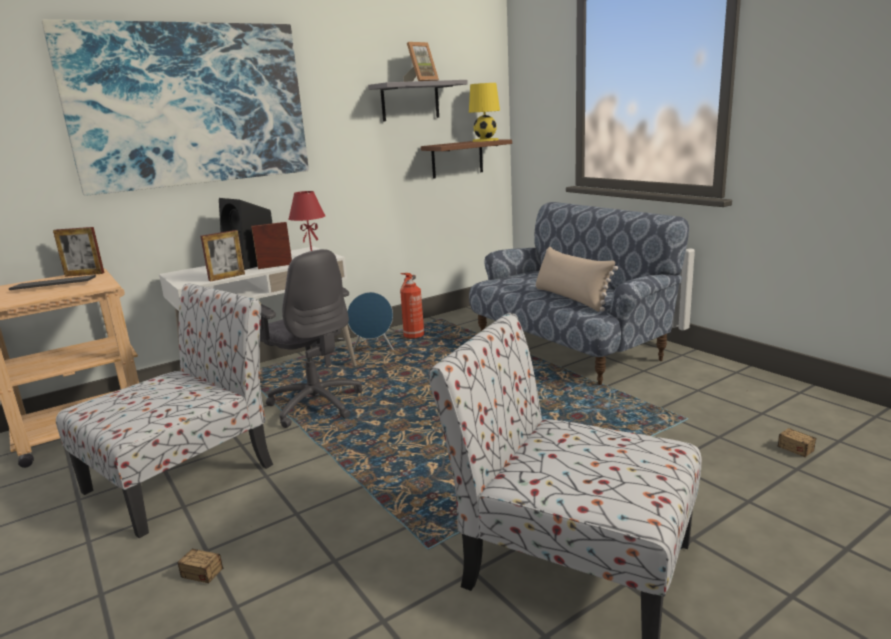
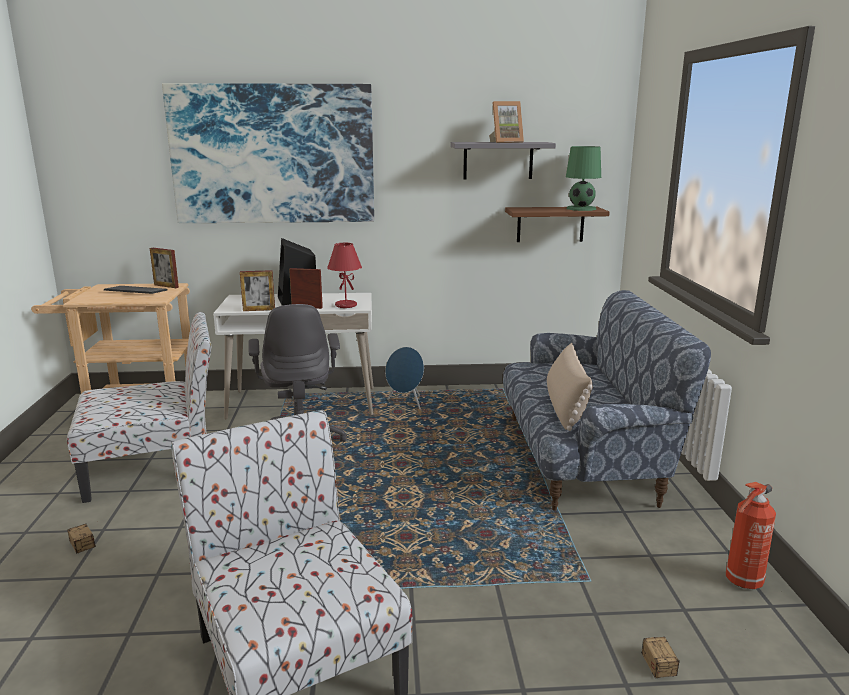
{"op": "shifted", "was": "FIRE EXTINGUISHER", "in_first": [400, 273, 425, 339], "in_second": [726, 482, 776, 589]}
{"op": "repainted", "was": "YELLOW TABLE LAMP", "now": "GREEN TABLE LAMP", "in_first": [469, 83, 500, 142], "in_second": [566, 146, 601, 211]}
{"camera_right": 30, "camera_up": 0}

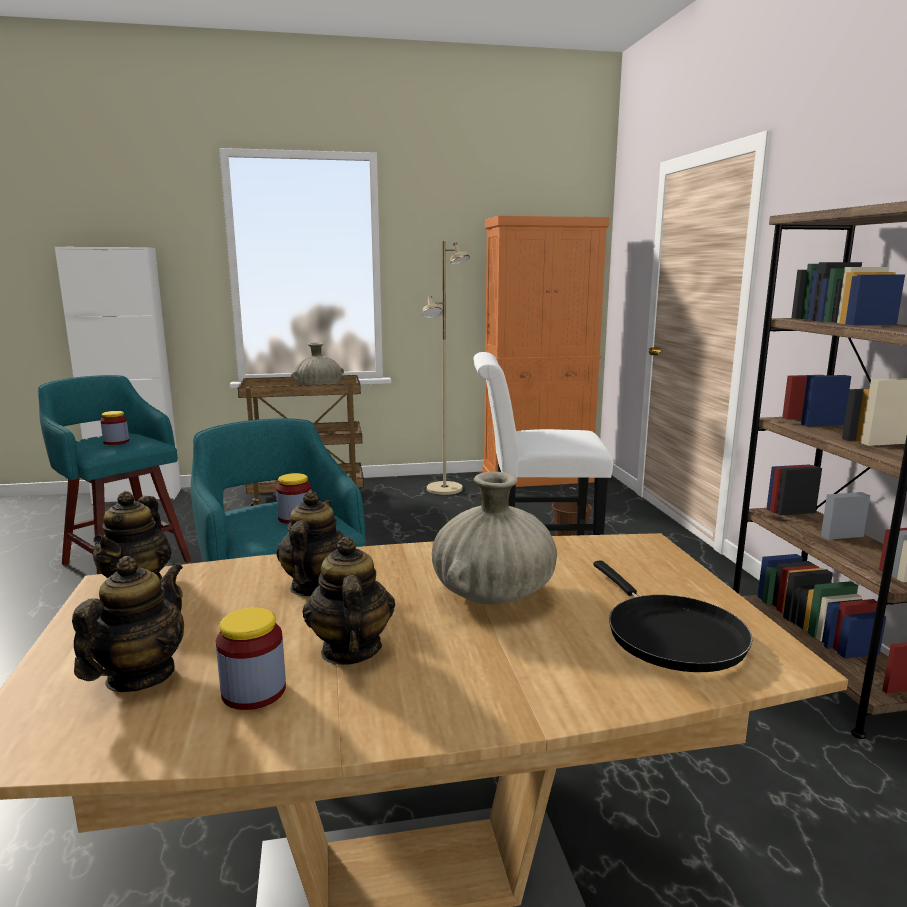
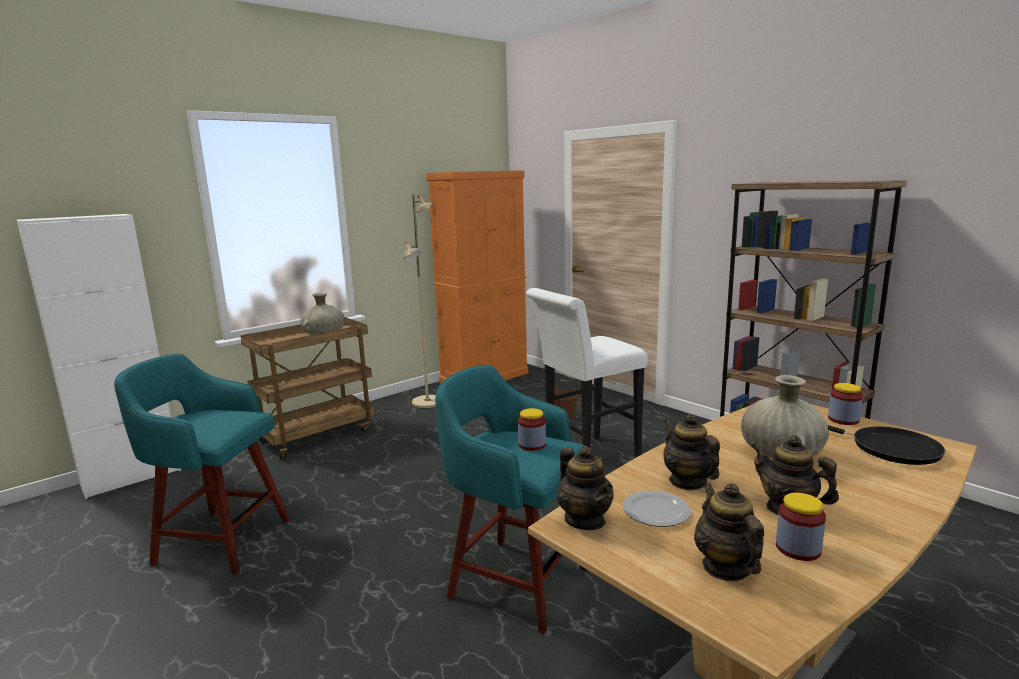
{"op": "shifted", "was": "JAR", "in_first": [100, 411, 129, 445], "in_second": [828, 383, 863, 425]}
{"op": "new", "now": "PLATE", "in_second": [623, 491, 691, 527]}
{"camera_right": -30, "camera_up": 0}

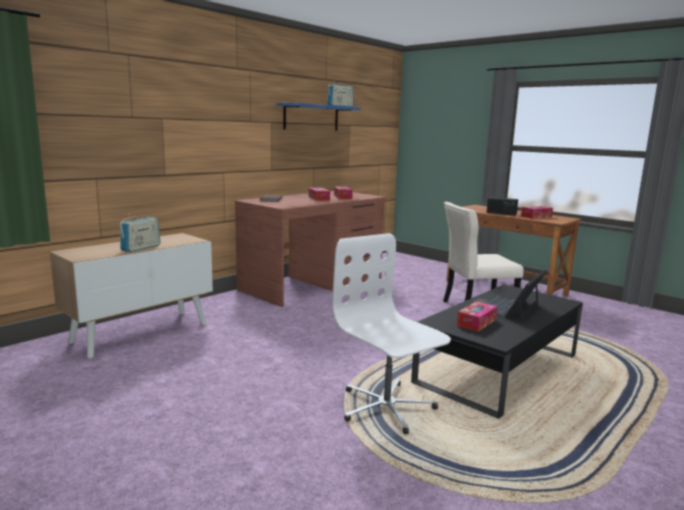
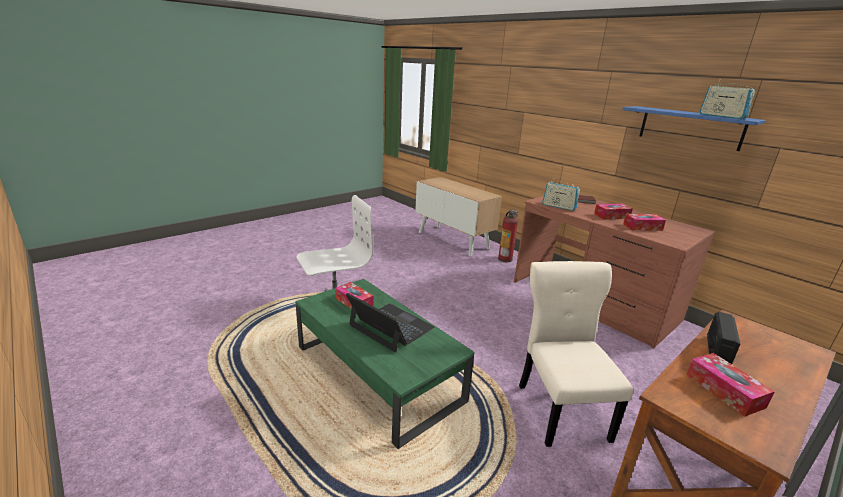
{"op": "shifted", "was": "RADIO", "in_first": [120, 215, 160, 252], "in_second": [542, 178, 580, 211]}
{"op": "repainted", "was": "BLACK COFFEE TABLE", "now": "GREEN COFFEE TABLE", "in_first": [411, 284, 583, 419], "in_second": [295, 279, 475, 449]}
{"op": "new", "now": "FIRE EXTINGUISHER", "in_second": [498, 210, 518, 262]}
{"camera_right": 95, "camera_up": 10}

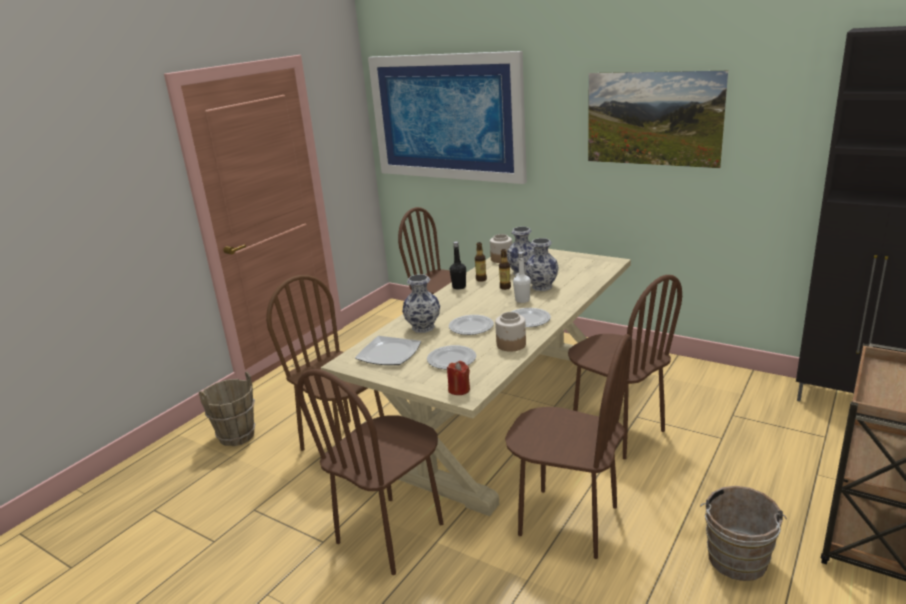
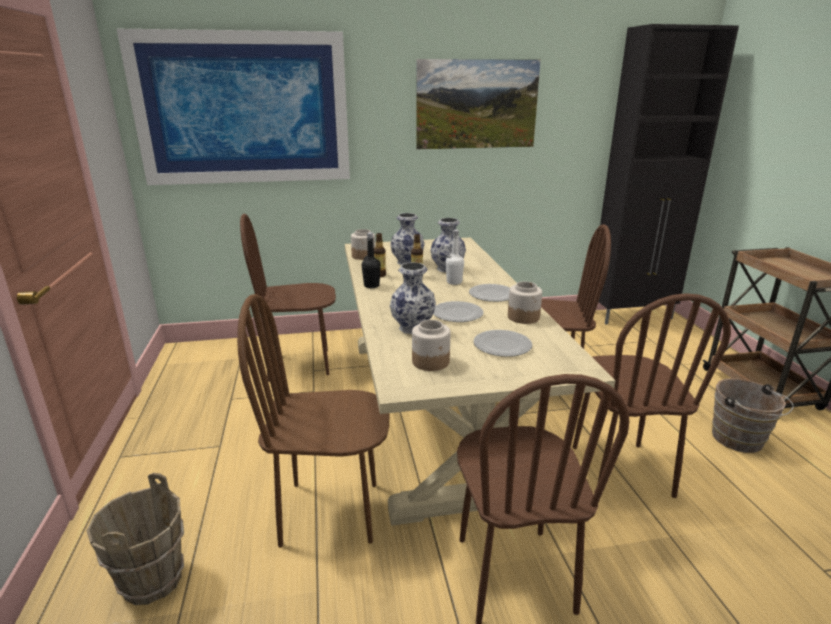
{"op": "swapped", "was": "PLATE", "now": "JAR", "in_first": [355, 336, 421, 365], "in_second": [412, 320, 451, 371]}
{"op": "gone", "was": "RED CANDLE", "in_first": [447, 361, 470, 395]}
{"op": "rotated", "was": "BROWN CHAIR", "in_first": [505, 334, 632, 559], "in_second": [573, 293, 731, 498], "clockwise": 105}
{"camera_right": -45, "camera_up": 0}

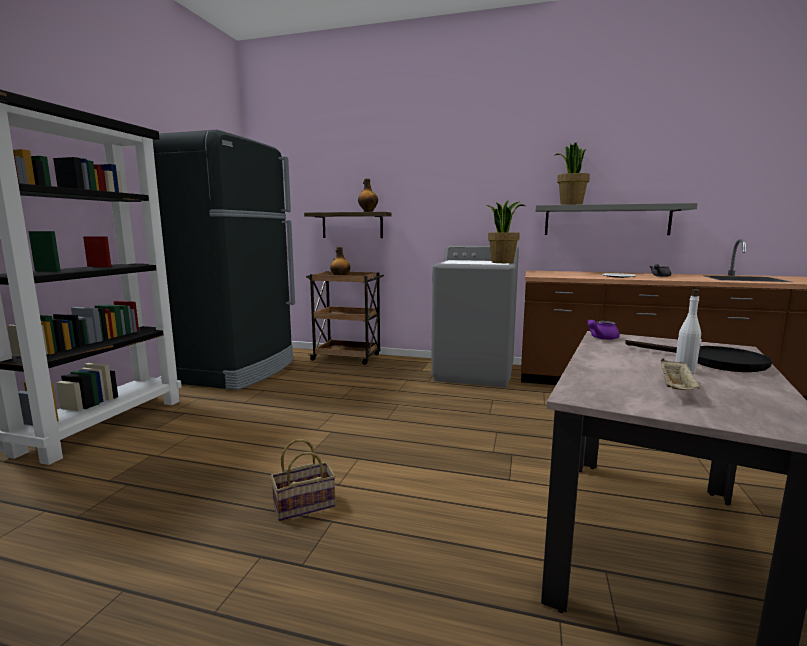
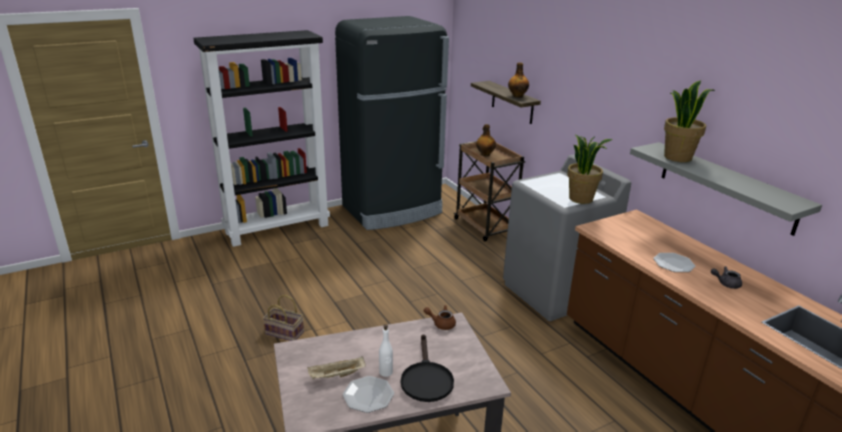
{"op": "repainted", "was": "PURPLE TEAPOT", "now": "BROWN TEAPOT", "in_first": [587, 320, 620, 340], "in_second": [424, 305, 456, 330]}
{"op": "new", "now": "PLATE", "in_second": [343, 376, 394, 413]}
{"camera_right": 45, "camera_up": 15}

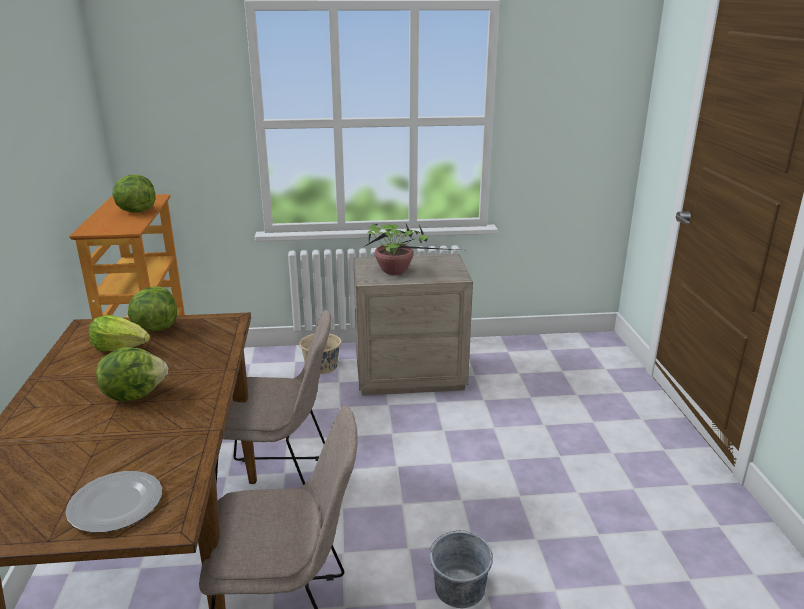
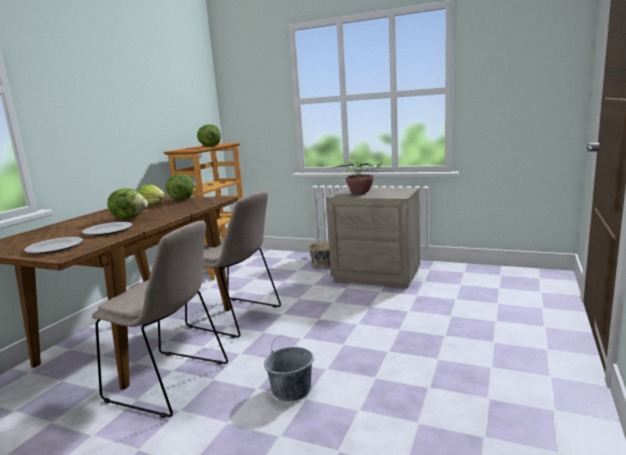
{"op": "new", "now": "PLATE", "in_second": [82, 222, 132, 236]}
{"camera_right": 30, "camera_up": -10}

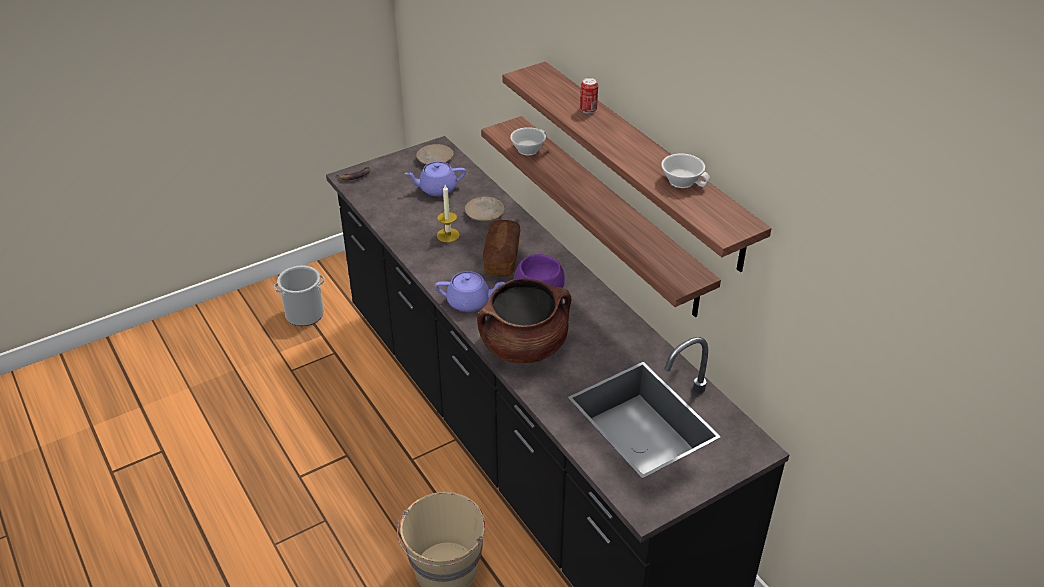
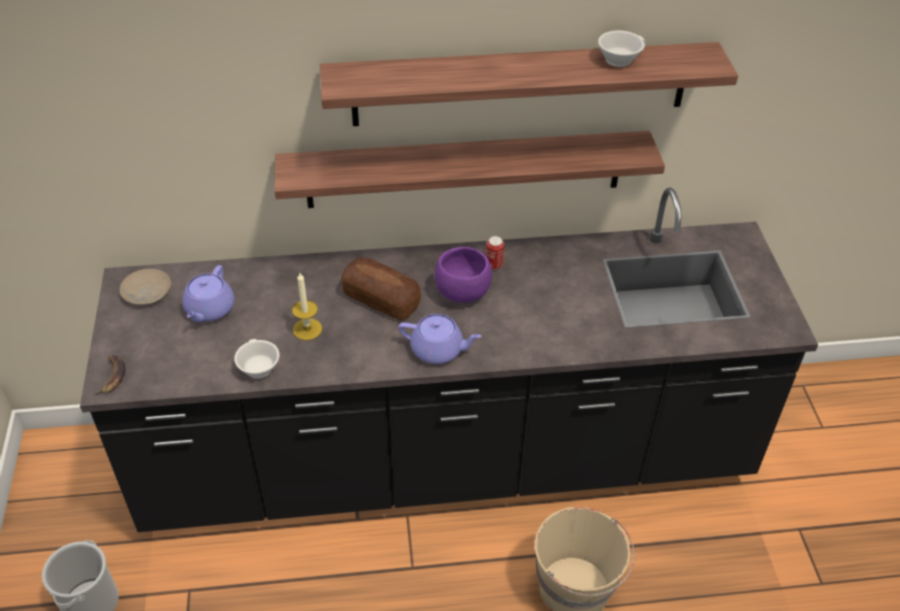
{"op": "rotated", "was": "PURPLE TEAPOT", "in_first": [435, 271, 505, 312], "in_second": [398, 314, 482, 364], "clockwise": 75}
{"op": "gone", "was": "BEIGE PLATE", "in_first": [465, 197, 504, 221]}
{"op": "gone", "was": "BROWN COOKING POT", "in_first": [477, 278, 571, 363]}
{"op": "shifted", "was": "WHITE CUP", "in_first": [510, 127, 547, 155], "in_second": [234, 339, 279, 379]}
{"op": "shifted", "was": "CAN", "in_first": [580, 78, 598, 114], "in_second": [486, 236, 504, 270]}
{"camera_right": -65, "camera_up": 5}

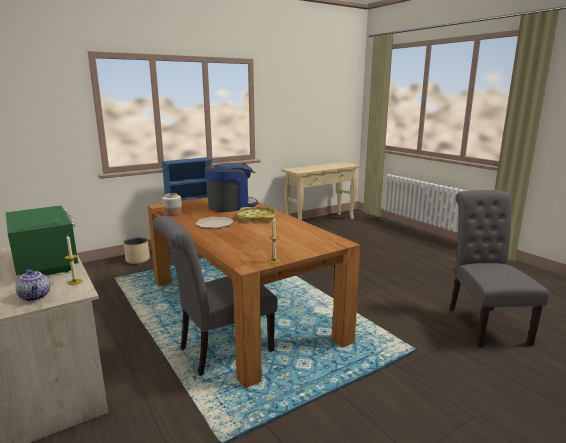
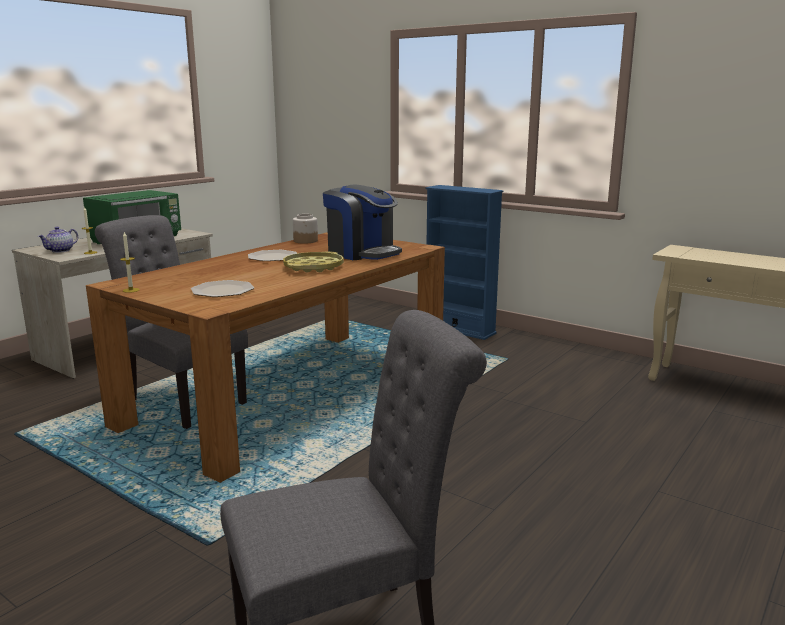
{"op": "gone", "was": "BEIGE PLANTER", "in_first": [124, 237, 150, 264]}
{"op": "new", "now": "PLATE", "in_second": [191, 280, 254, 297]}
{"camera_right": 70, "camera_up": 0}

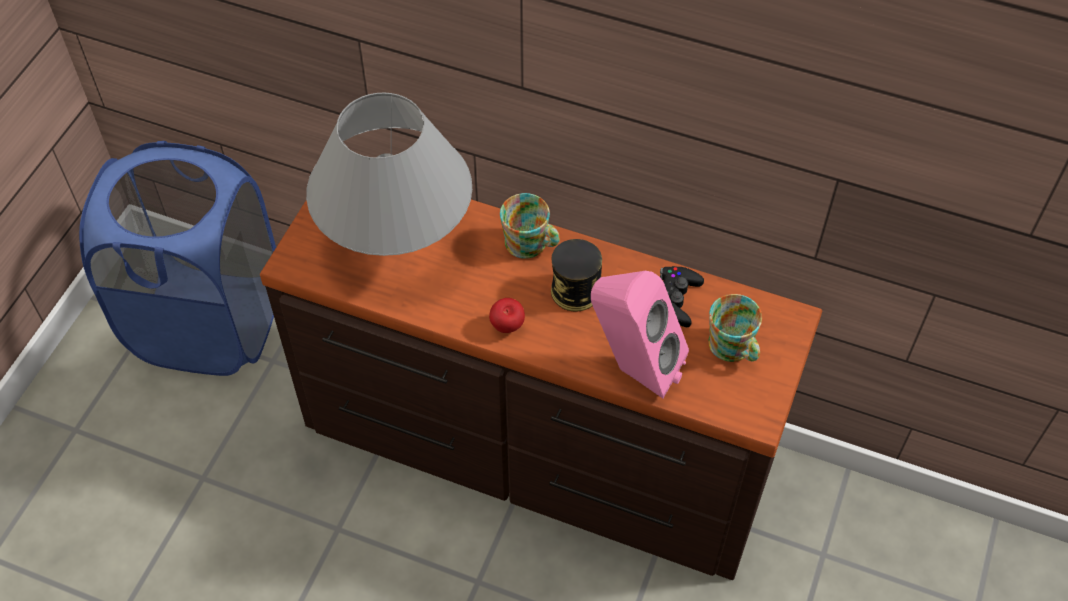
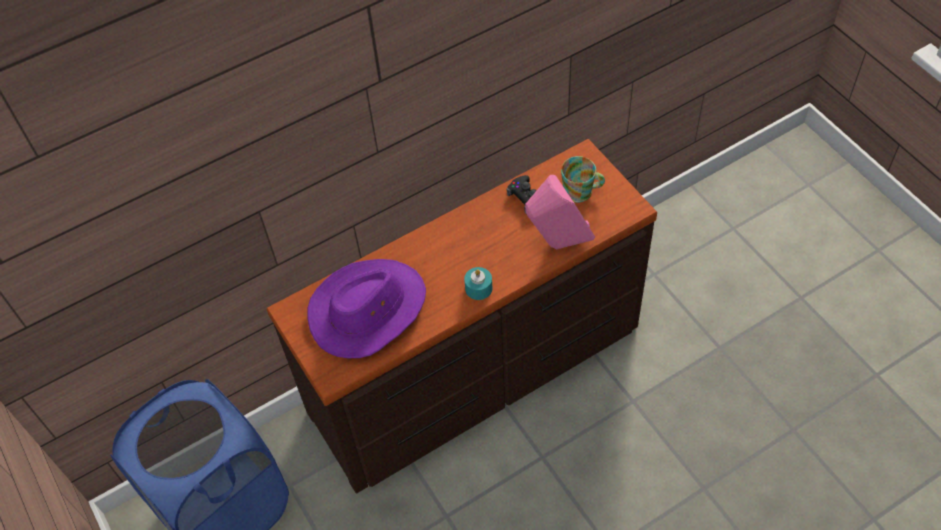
{"op": "swapped", "was": "GREY TABLE LAMP", "now": "PURPLE HAT", "in_first": [306, 93, 472, 256], "in_second": [307, 259, 426, 358]}
{"op": "swapped", "was": "APPLE", "now": "TURQUOISE CANDLE", "in_first": [489, 298, 525, 333], "in_second": [464, 267, 492, 300]}
{"op": "gone", "was": "MUG", "in_first": [500, 193, 560, 259]}
{"op": "gone", "was": "CAN", "in_first": [551, 239, 602, 312]}
{"camera_right": -50, "camera_up": 0}

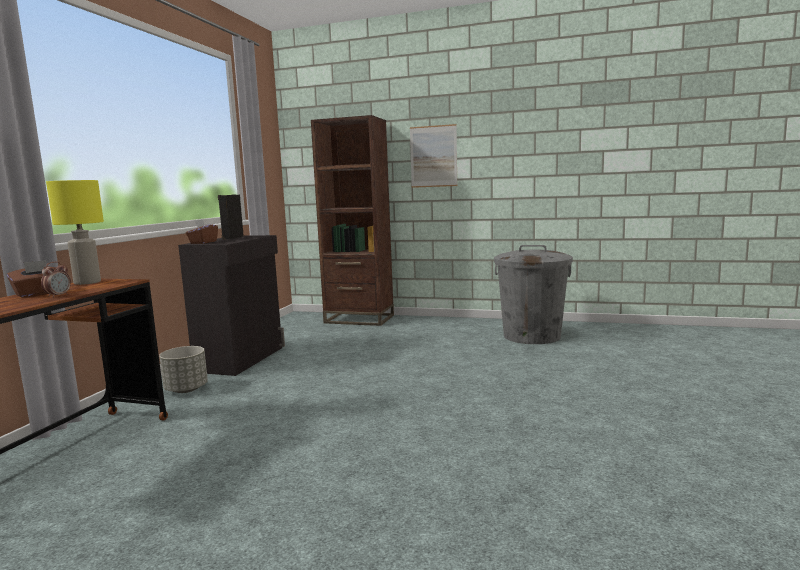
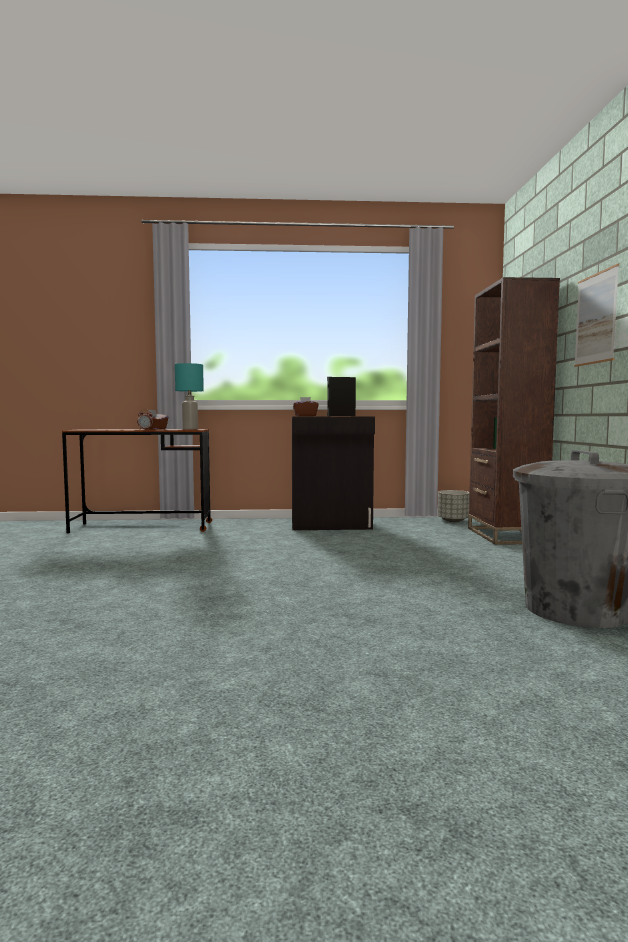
{"op": "repainted", "was": "YELLOW TABLE LAMP", "now": "TURQUOISE TABLE LAMP", "in_first": [46, 180, 104, 285], "in_second": [175, 363, 204, 429]}
{"op": "shifted", "was": "GREY PLANTER", "in_first": [159, 346, 208, 393], "in_second": [438, 490, 469, 522]}
{"camera_right": 70, "camera_up": -5}

